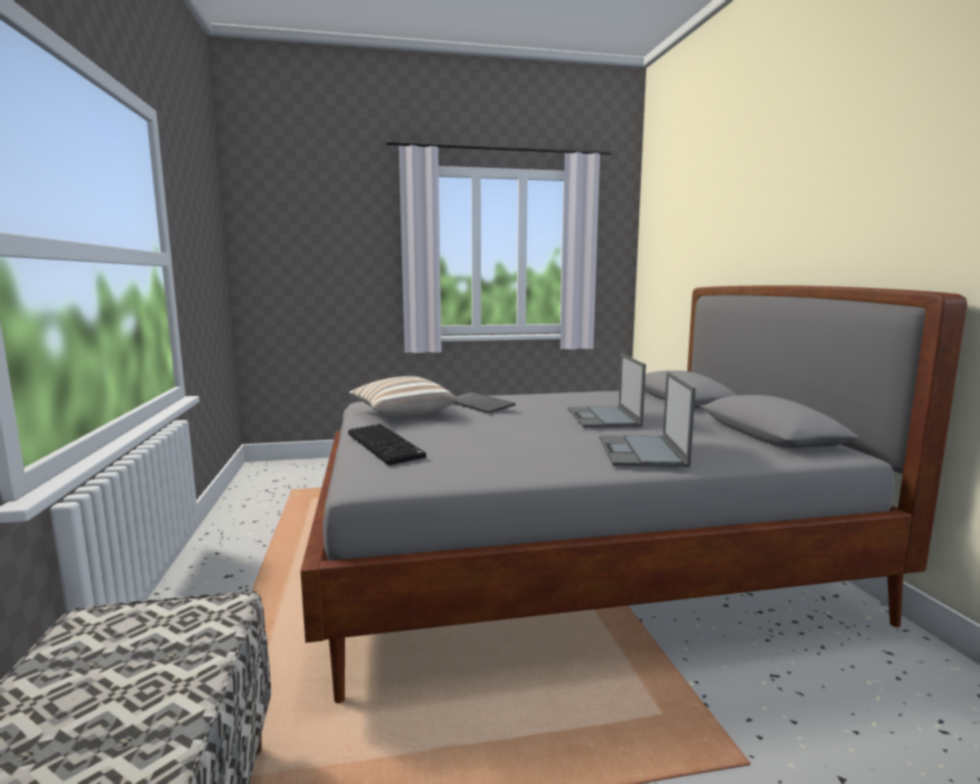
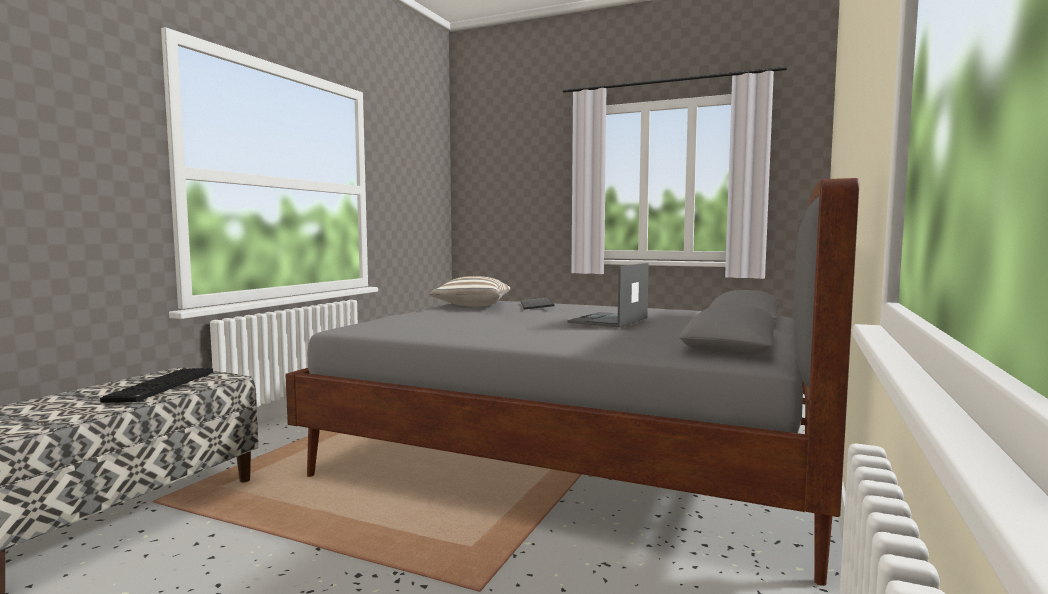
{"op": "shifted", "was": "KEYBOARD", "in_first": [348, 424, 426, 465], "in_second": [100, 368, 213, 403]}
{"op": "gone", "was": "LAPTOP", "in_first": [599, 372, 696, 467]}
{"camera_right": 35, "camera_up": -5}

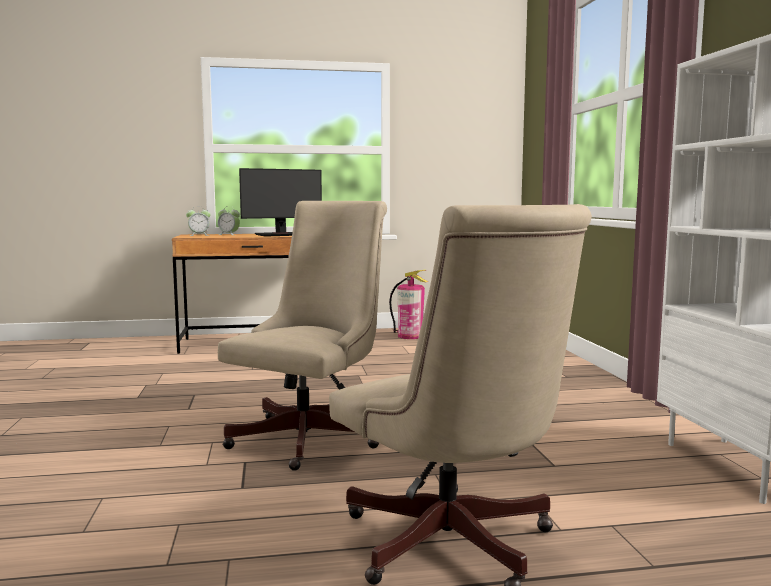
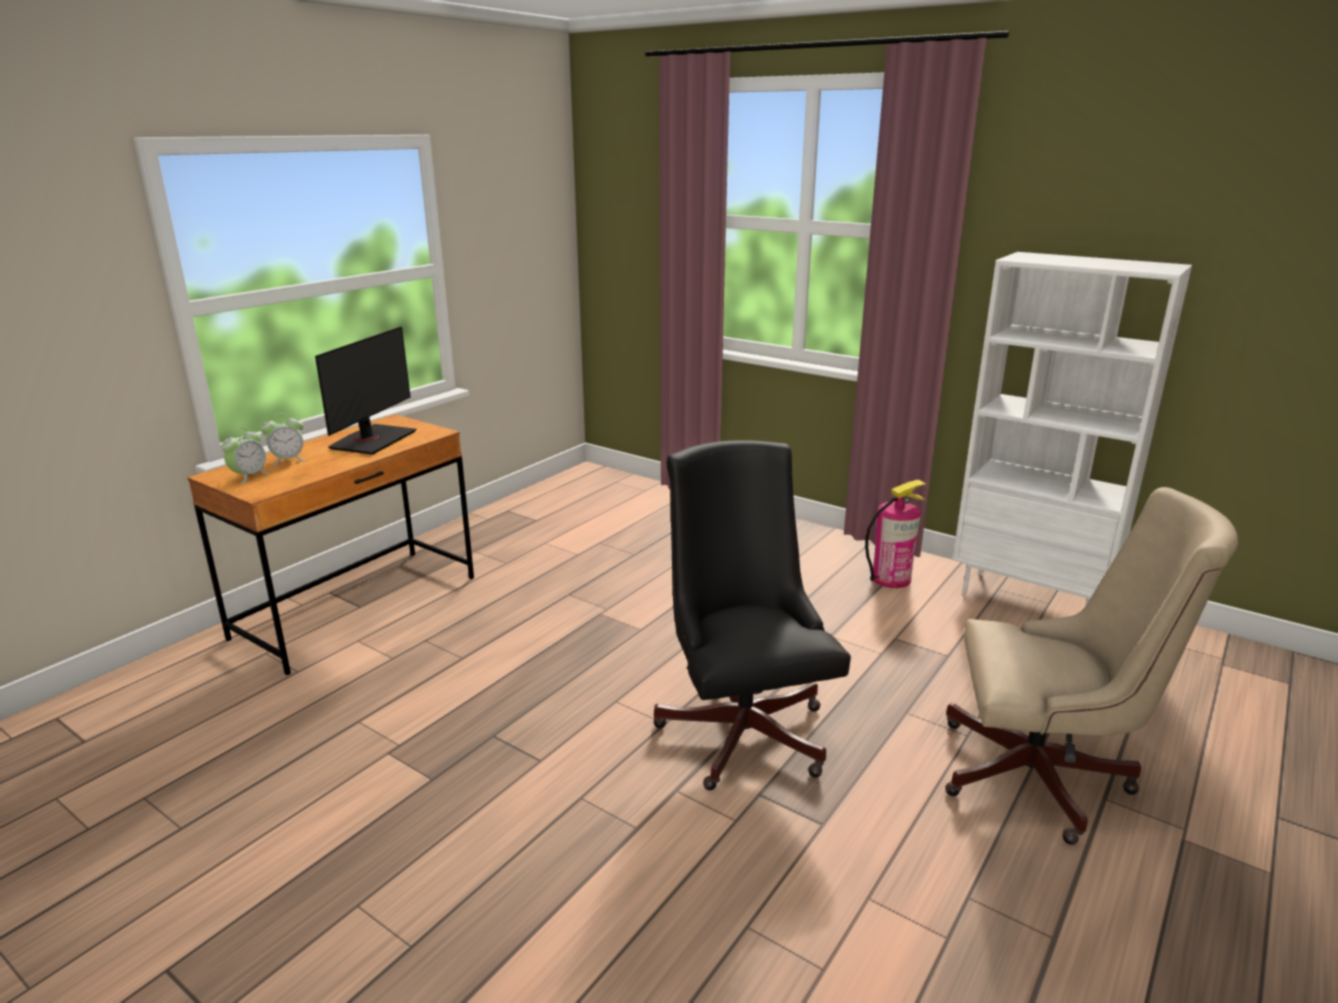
{"op": "repainted", "was": "BEIGE OFFICE CHAIR", "now": "BLACK OFFICE CHAIR", "in_first": [218, 201, 387, 471], "in_second": [653, 440, 851, 790]}
{"op": "shifted", "was": "FIRE EXTINGUISHER", "in_first": [389, 270, 428, 339], "in_second": [865, 480, 926, 588]}
{"camera_right": -45, "camera_up": 15}

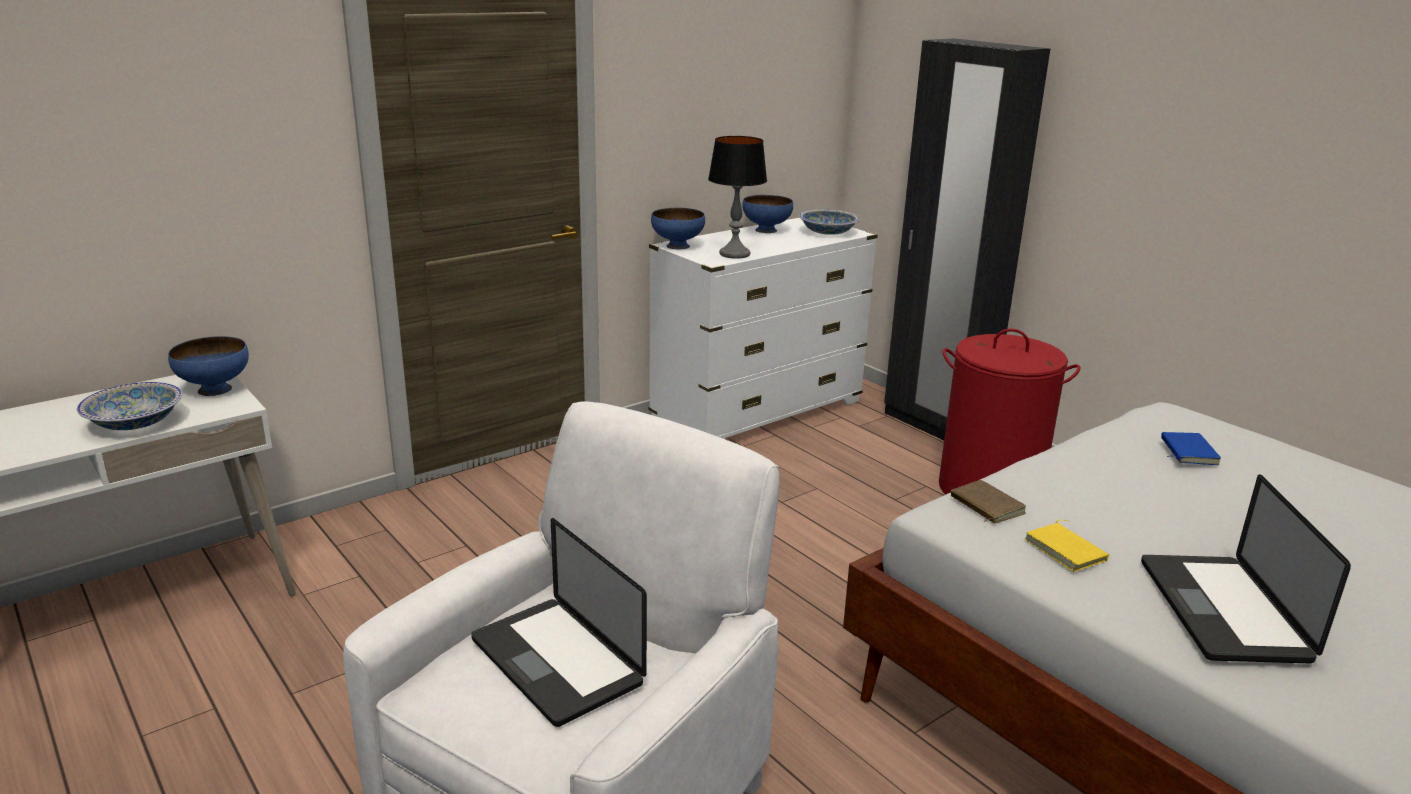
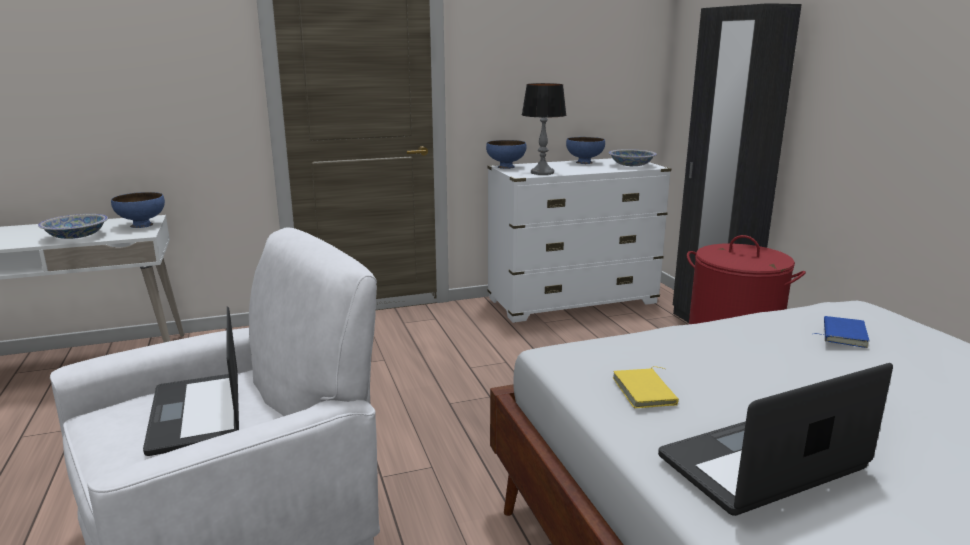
{"op": "gone", "was": "BROWN BOOK", "in_first": [951, 480, 1026, 524]}
{"op": "rotated", "was": "LAPTOP", "in_first": [1141, 474, 1351, 663], "in_second": [658, 363, 893, 516], "clockwise": 45}
{"camera_right": 20, "camera_up": -5}

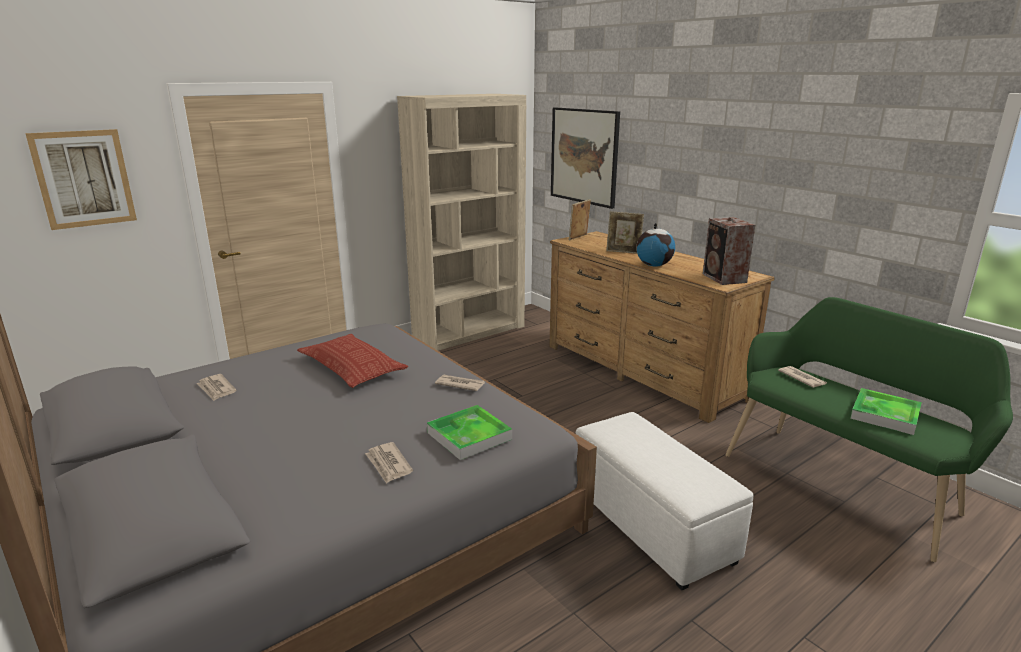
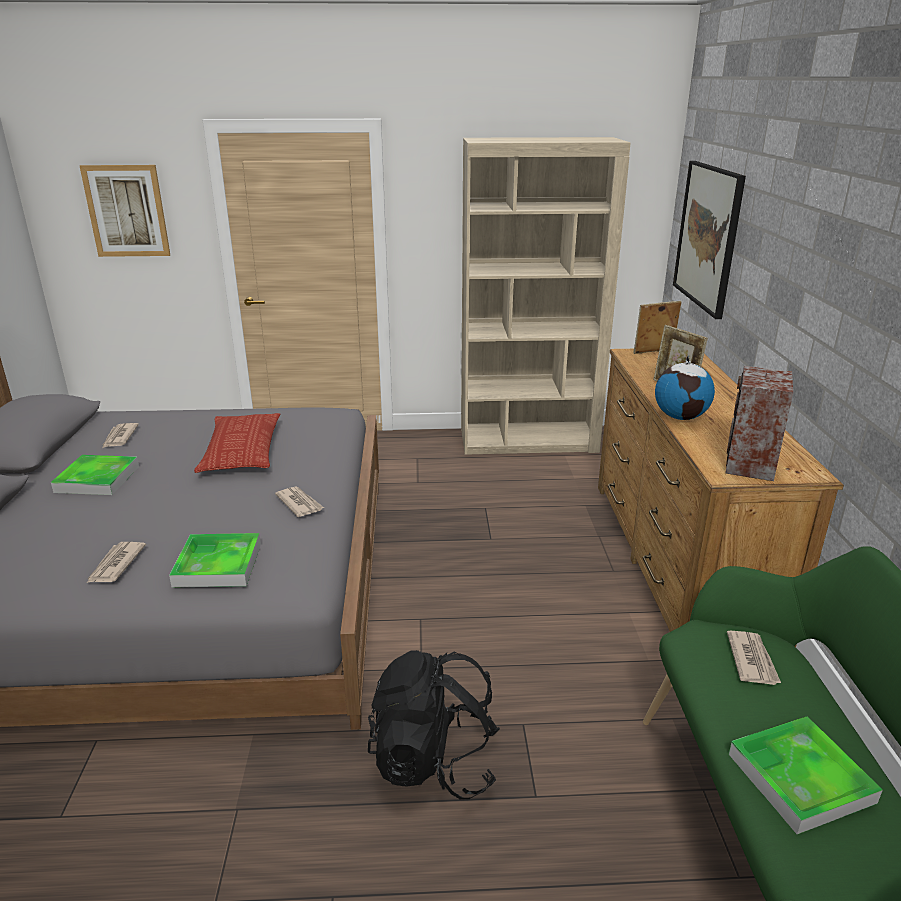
{"op": "swapped", "was": "WHITE OTTOMAN", "now": "BLACK BACKPACK", "in_first": [576, 412, 754, 590], "in_second": [368, 650, 500, 799]}
{"op": "new", "now": "TRAY", "in_second": [51, 455, 139, 495]}
{"camera_right": 35, "camera_up": 5}

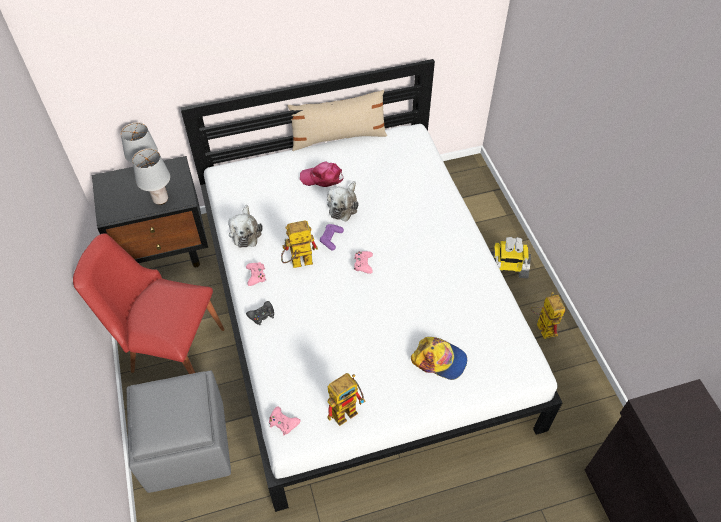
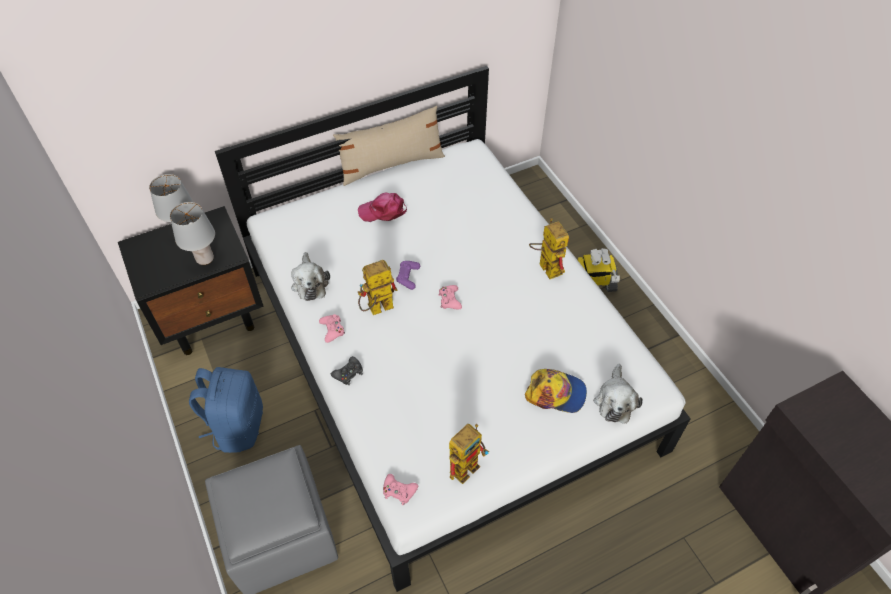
{"op": "swapped", "was": "RED CHAIR", "now": "BLUE BACKPACK", "in_first": [73, 233, 225, 374], "in_second": [189, 367, 263, 453]}
{"op": "shifted", "was": "PLUSH TOY", "in_first": [327, 181, 359, 221], "in_second": [594, 364, 643, 424]}
{"op": "shifted", "was": "TOY ROBOT", "in_first": [530, 292, 565, 339], "in_second": [529, 218, 569, 279]}
{"camera_right": -10, "camera_up": 0}

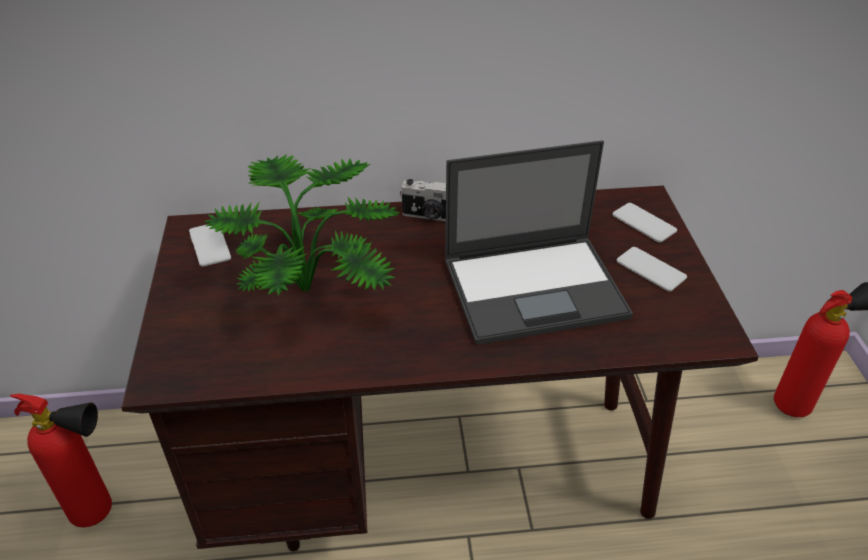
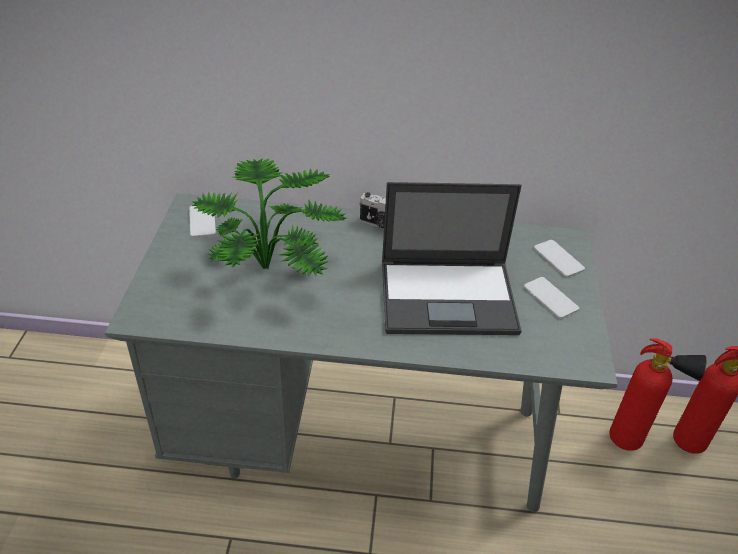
{"op": "shifted", "was": "FIRE EXTINGUISHER", "in_first": [10, 394, 112, 527], "in_second": [609, 338, 707, 451]}
{"op": "repainted", "was": "BROWN DESK", "now": "GREY DESK", "in_first": [121, 186, 759, 552], "in_second": [105, 193, 617, 512]}
{"camera_right": 10, "camera_up": 0}

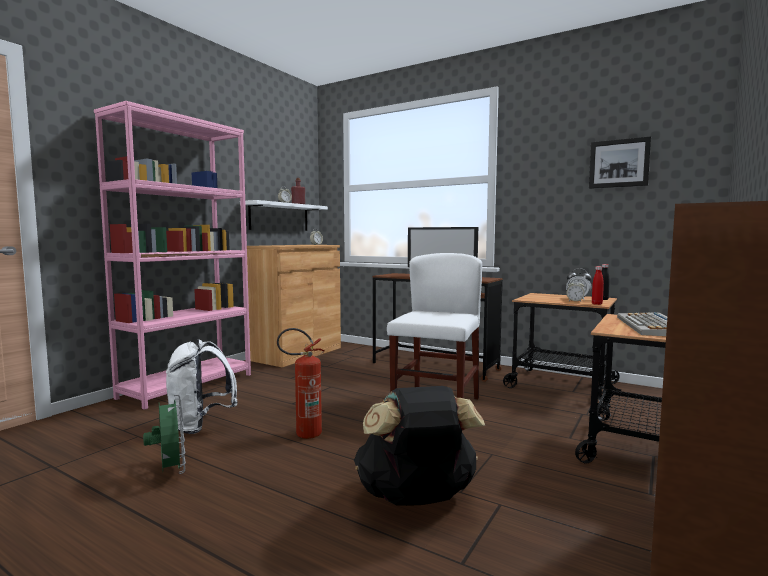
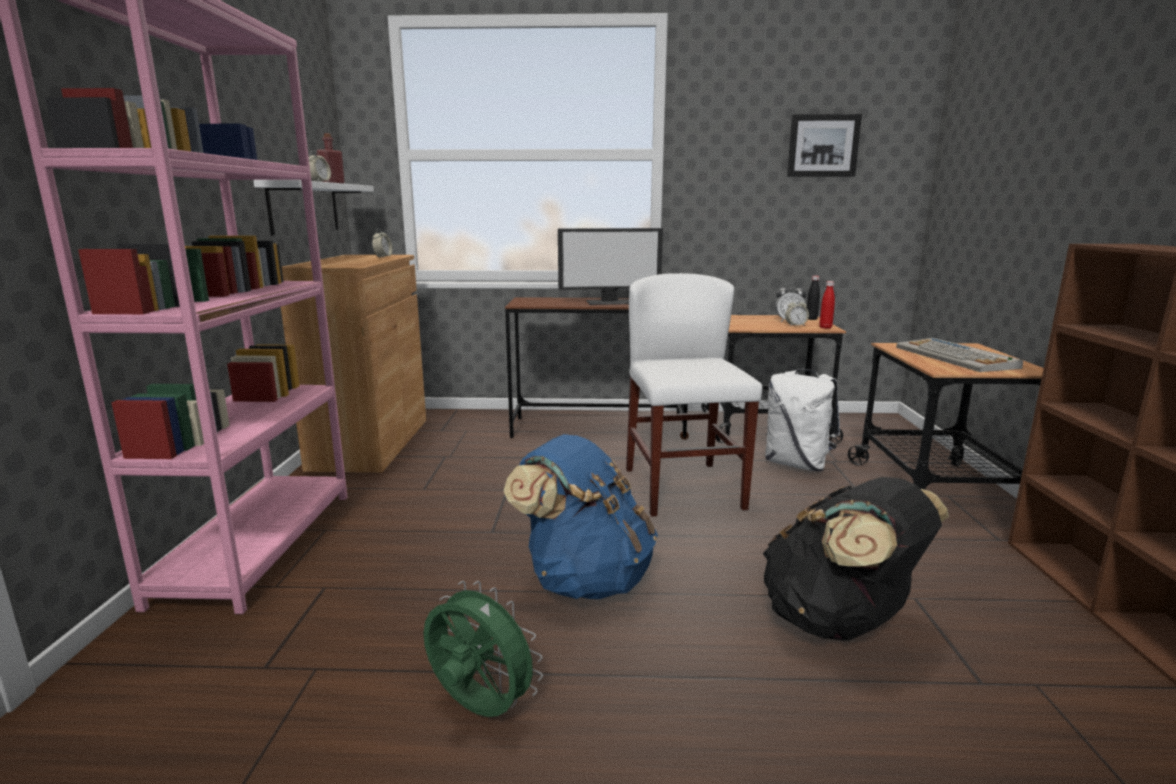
{"op": "shifted", "was": "WHITE BACKPACK", "in_first": [166, 339, 238, 434], "in_second": [765, 369, 840, 471]}
{"op": "swapped", "was": "FIRE EXTINGUISHER", "now": "BLUE BACKPACK", "in_first": [277, 328, 325, 439], "in_second": [503, 434, 658, 599]}
{"camera_right": -30, "camera_up": 10}

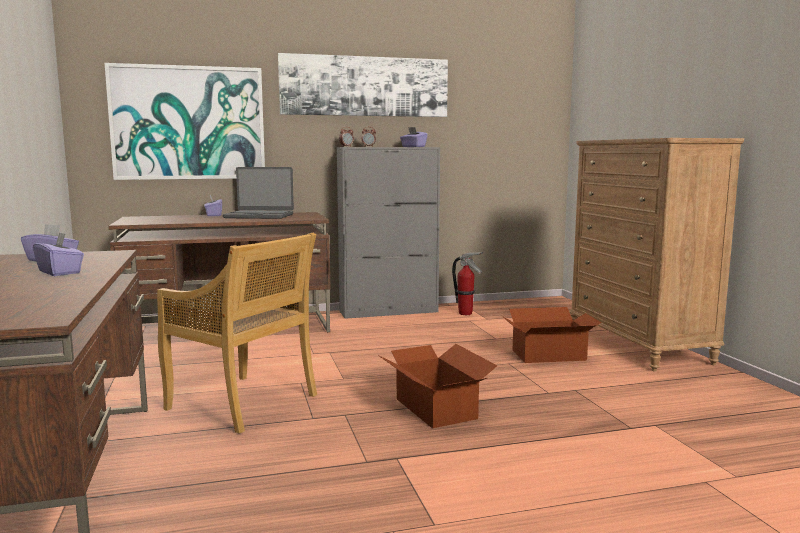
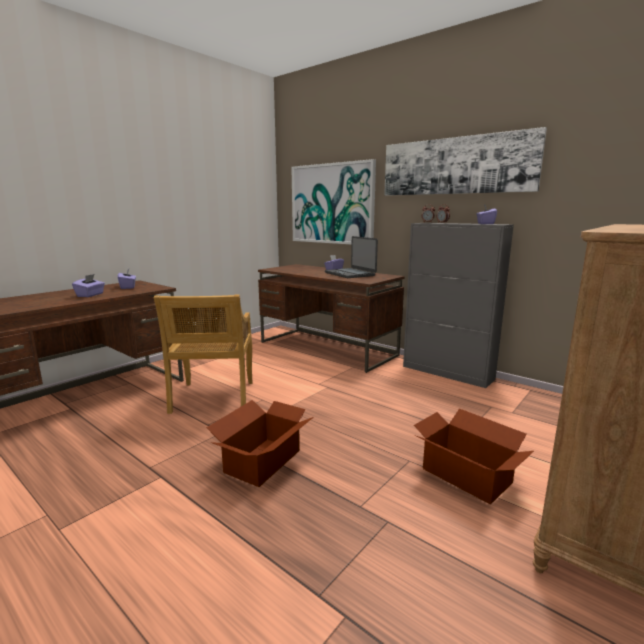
{"op": "gone", "was": "FIRE EXTINGUISHER", "in_first": [452, 252, 483, 315]}
{"camera_right": 55, "camera_up": 5}

